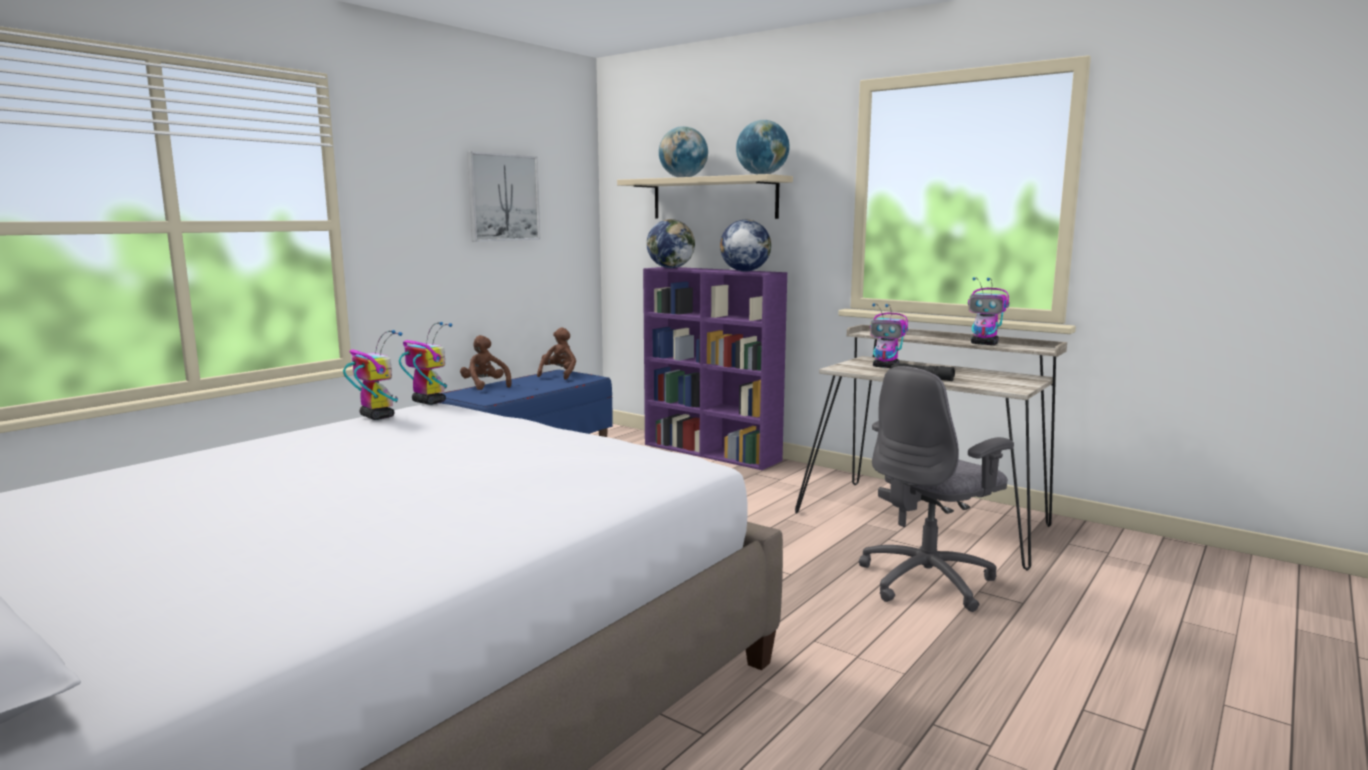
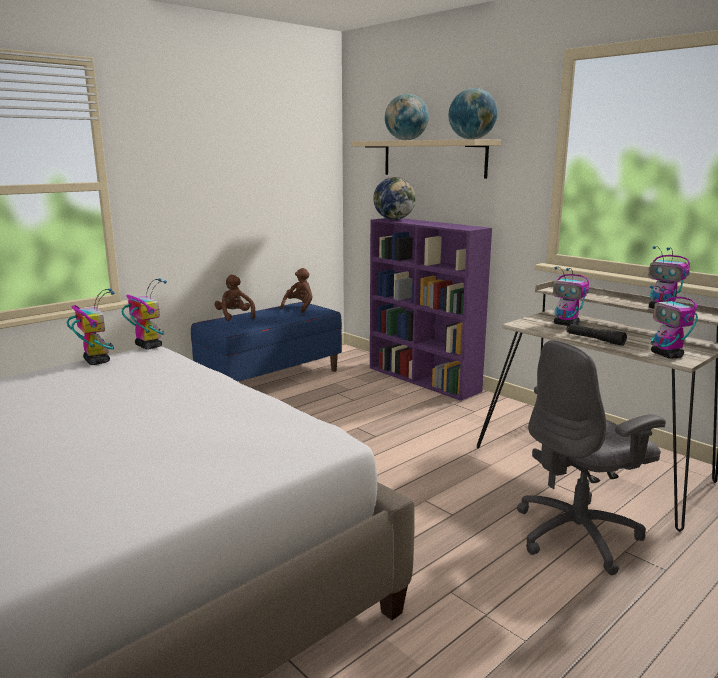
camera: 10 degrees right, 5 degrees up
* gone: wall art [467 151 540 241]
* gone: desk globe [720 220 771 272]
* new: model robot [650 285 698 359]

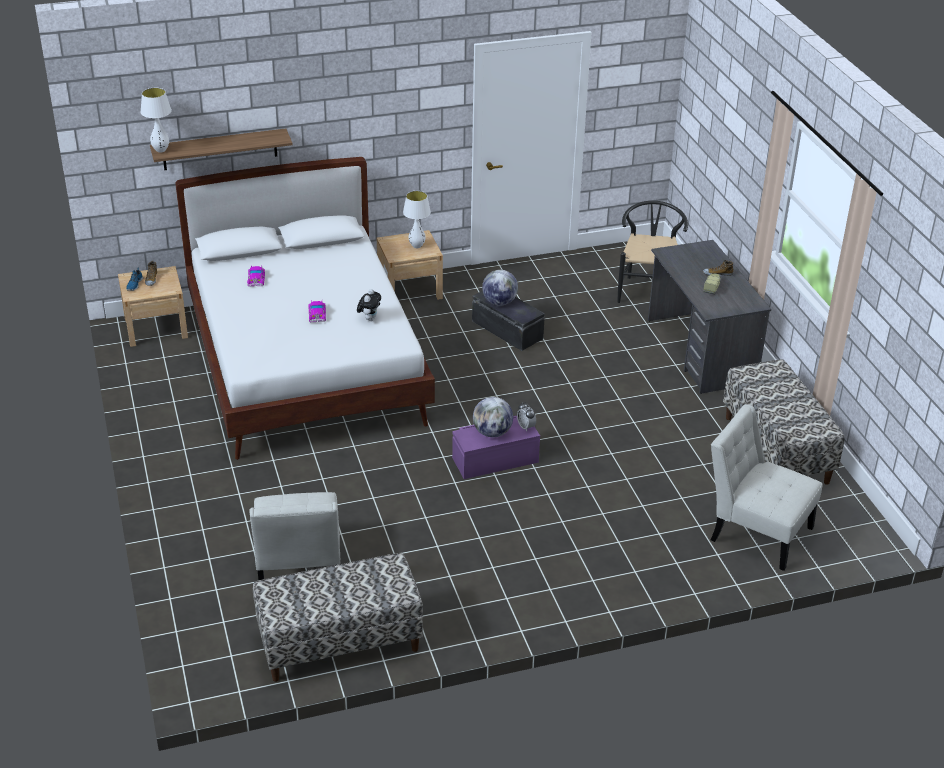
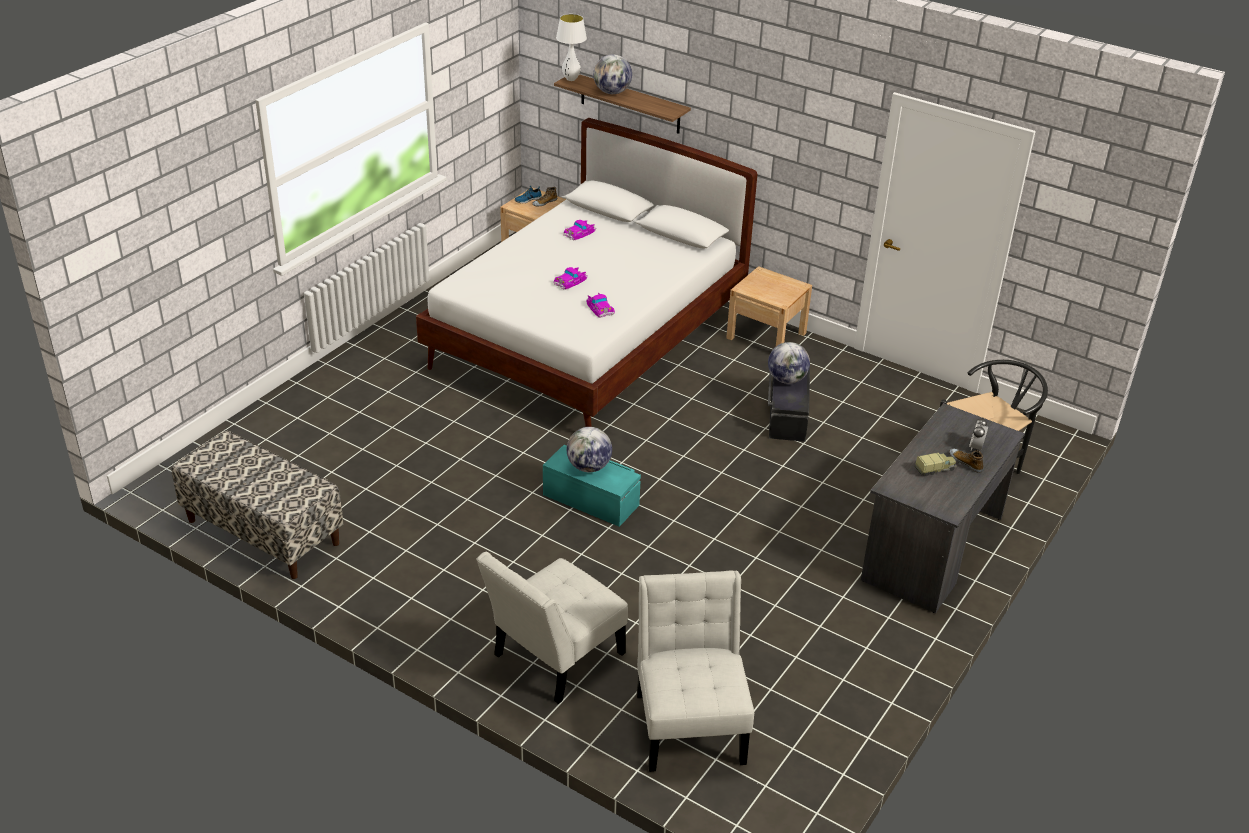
camera: 50 degrees right, 0 degrees up
* gone: lamp for a table (white-coloured) [403 191 431 248]
* swapped: soft toy [357 289 381 321] to model car [586 293 615 318]
* gone: bench [723 359 845 485]
* shifted: bedside clock [517 402 536 432] to [969 418 988 451]
* repainted: storage bin (purplish) [452 416 540 479] to storage bin (turquoise) [543 445 641 527]
* shifted: chair (white-coloured) [249 492 340 581] to [476 552 628 704]
* new: desk globe [593 54 632 94]

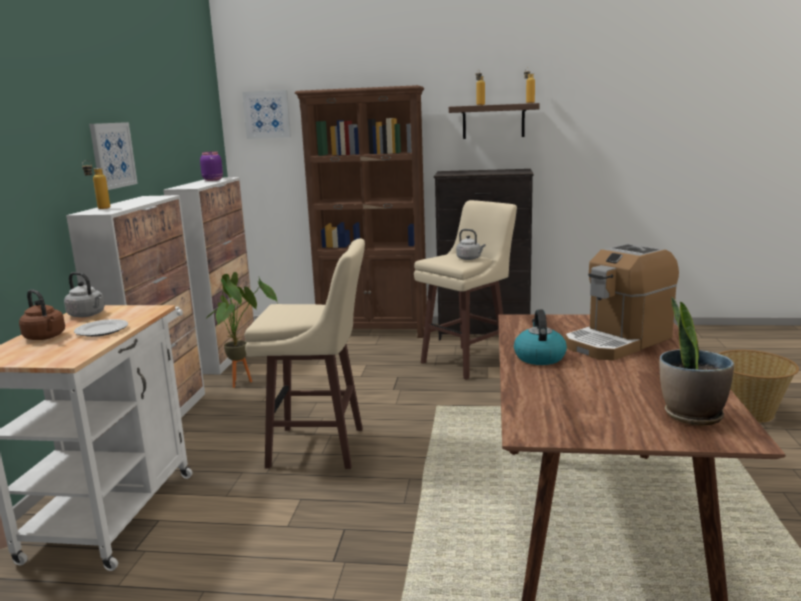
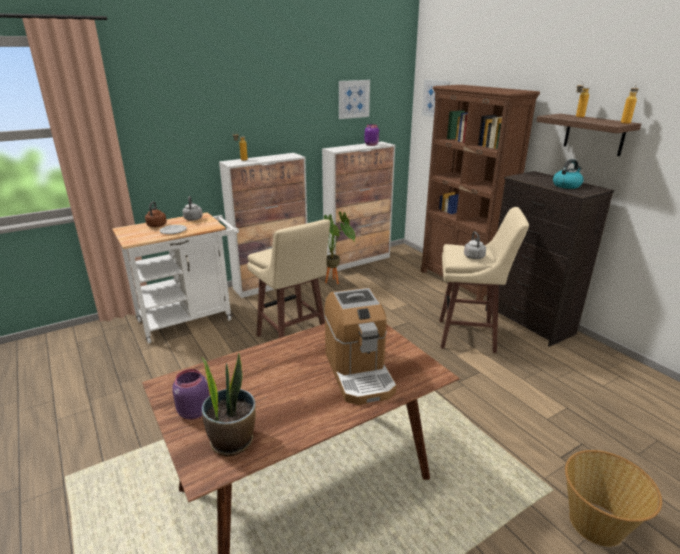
camera: 50 degrees right, 10 degrees up
* shifted: wall art [89 122 138 190] to [339 80 370 119]
* rotated: coffee brewer [565 243 679 361] = [324 288 396 405] 120 degrees counterclockwise
* shifted: tea kettle [514 310 567 365] to [553 159 584 189]
* new: preserve jar (purplish) [172 369 209 420]

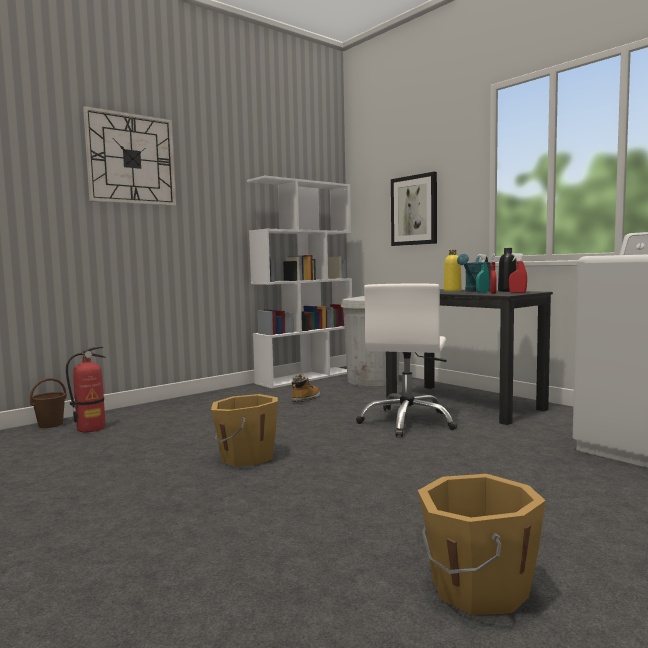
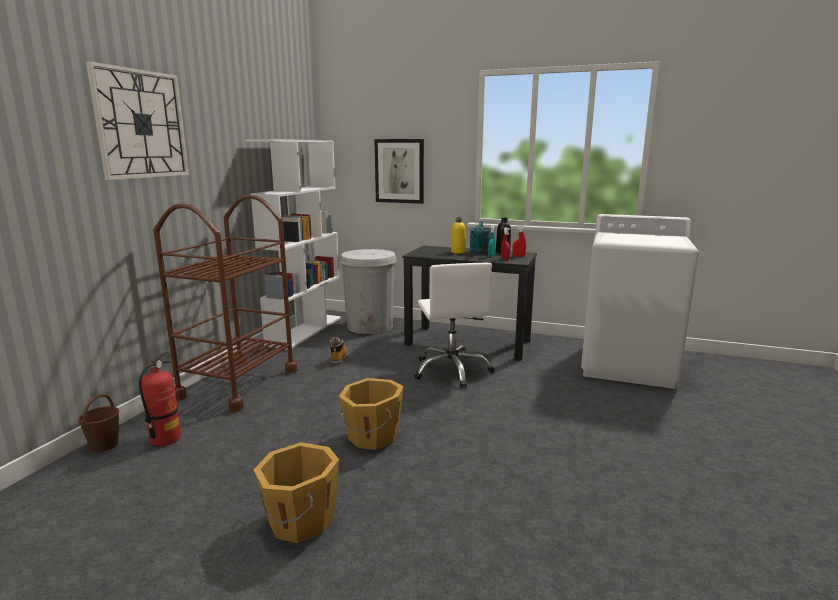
camera: 30 degrees left, 10 degrees up
* shifted: pail (orange-coloured) [418 474 546 615] to [254 442 339 543]
* new: cart (brown-coloured) [154 194 297 412]

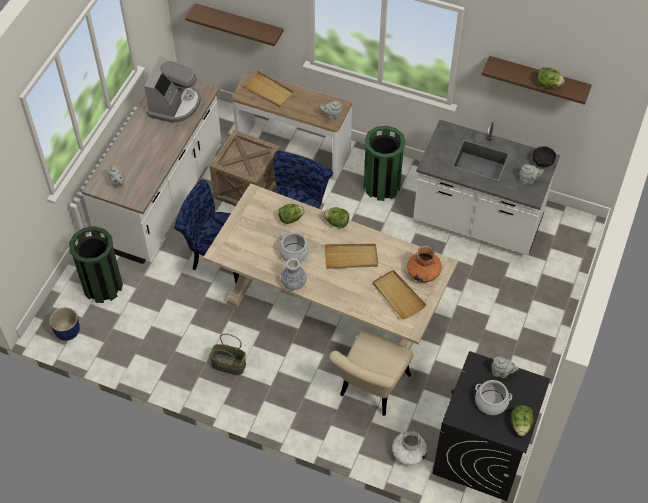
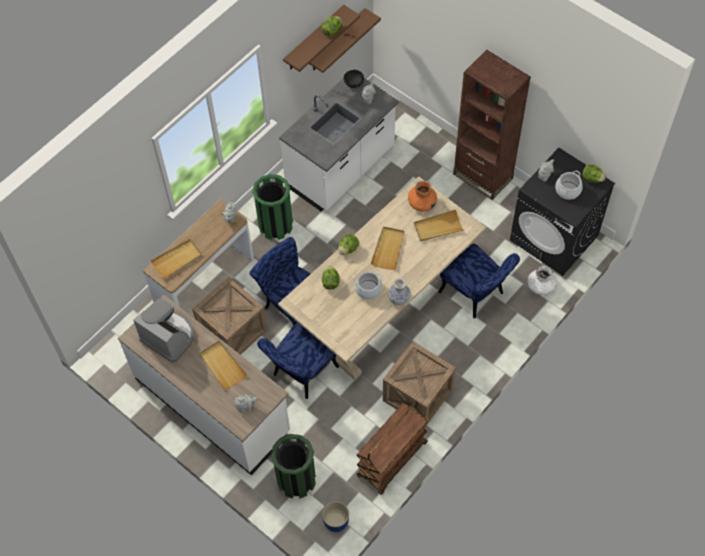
camera: 70 degrees left, 5 degrees up
* shifted: shelf (brown-coloured) [185 3 284 46] to [309 8 381 73]
* repainted: chair (sand-coloured) [329 329 414 416] to chair (blue-coloured) [438 243 520 318]
* swapped: household basket [209 334 246 375] to packing crate [383 341 456 427]
* new: shelving unit (brown-coloured) [453 50 531 200]
* new: tray (sand-coloured) [200 341 247 390]
* new: cart (brown-coloured) [357 401 428 495]

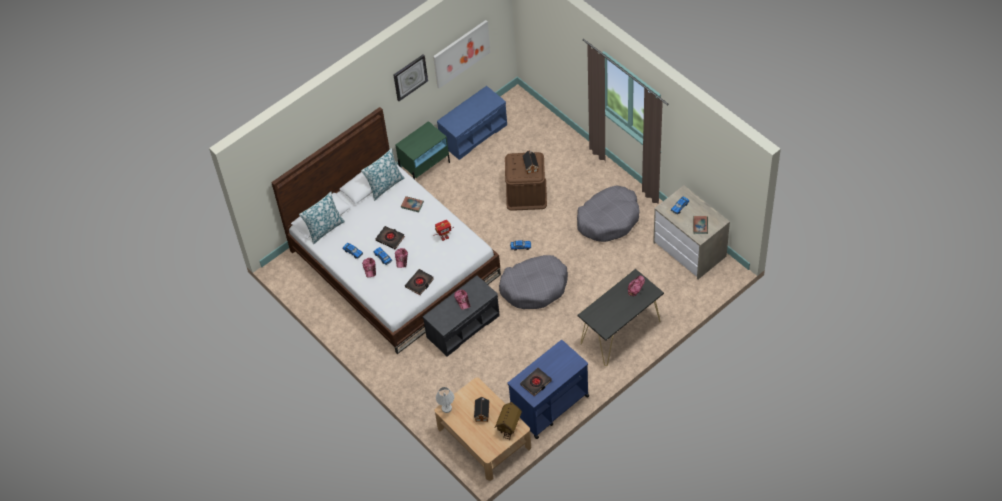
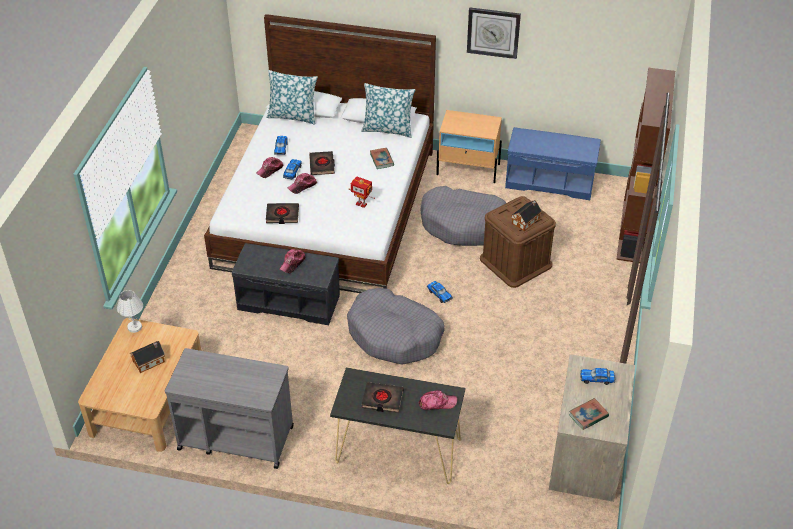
camera: 50 degrees right, 10 degrees down
* gone: wall art [433 20 491 88]
* repainted: nightstand (green-coloured) [395 121 450 180] to nightstand (sand-coloured) [436 110 502 183]
* shifted: dog bed (greyish) [577 185 640 242] to [421 186 506 246]
* repainted: cart (blue-coloured) [508 340 589 439] to cart (greyish) [165 348 294 469]
* shifted: volume (black) [520 368 552 397] to [362 382 404 413]
* gone: model house [495 402 522 440]
* new: shelving unit (brown-coloured) [616 68 675 263]

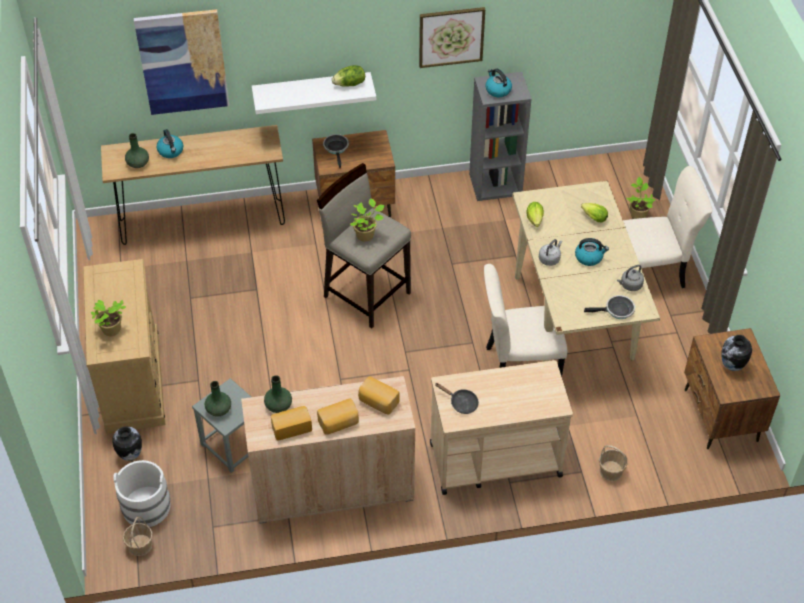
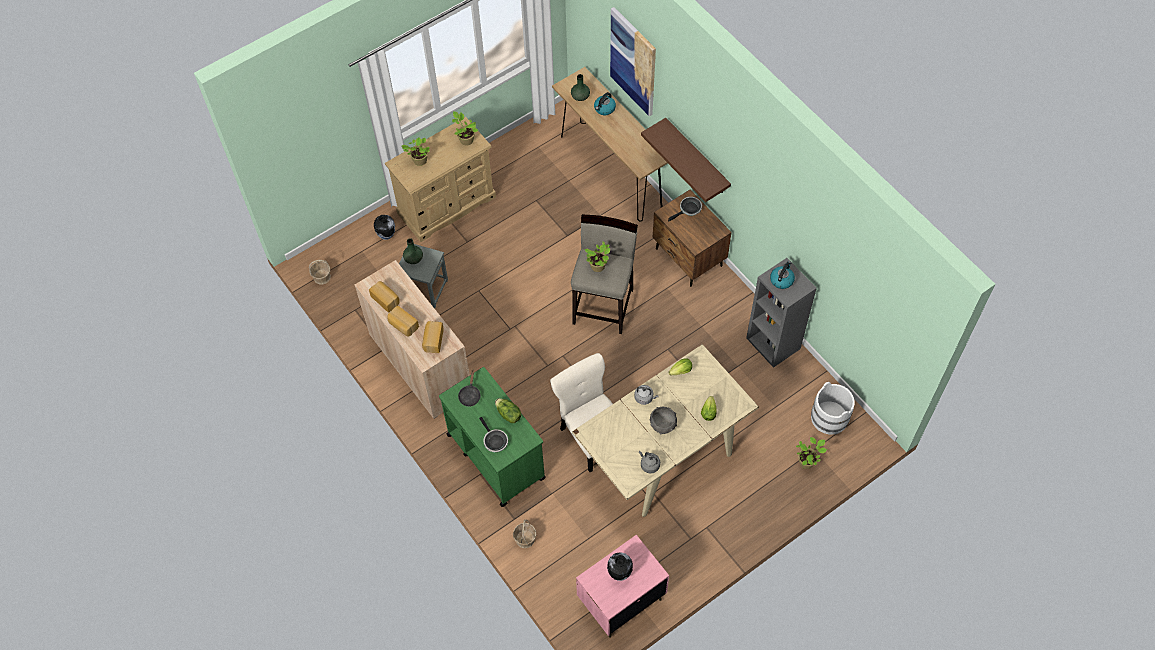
camera: 65 degrees right, 10 degrees up
* gone: wall art [419 7 485 68]
* shifted: head of lettuce [332 65 365 87] to [495 398 521 423]
* repainted: shelf (white-coloured) [252 72 376 114] to shelf (brown-coloured) [641 118 731 202]
* gone: chair (sand-coloured) [623 166 713 288]
* swapped: tea kettle [575 238 609 266] to deep dish (greyish) [650 407 677 434]
* shifted: frying pan [584 295 635 319] to [479 417 508 452]
* repainted: nightstand (brown-coloured) [684 328 780 449] to nightstand (pinkish) [576 535 669 638]
* repainted: cart (sand-coloured) [430 360 573 495] to cart (green-coloured) [439 367 545 507]
* gone: vase (green-coloured) [264 375 292 413]
* shifted: pail (white-coloured) [113 460 171 527] to [811 382 855 435]
* new: potted plant [452 111 478 146]

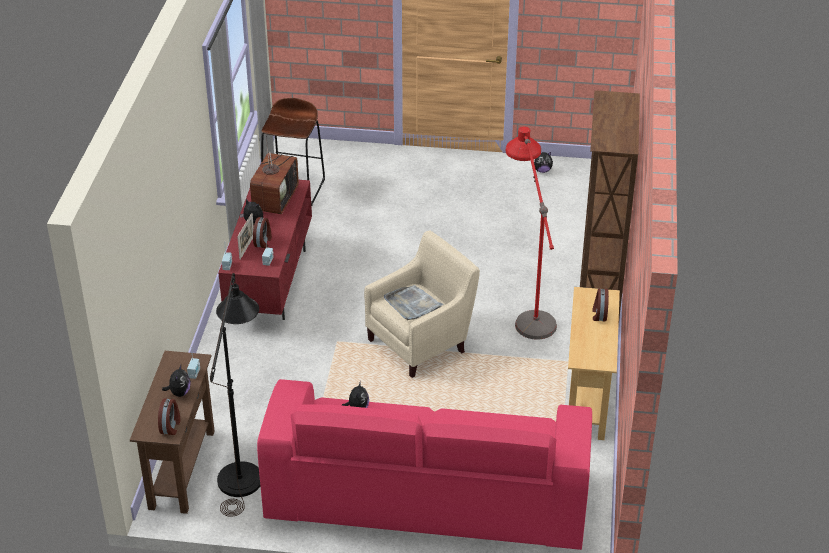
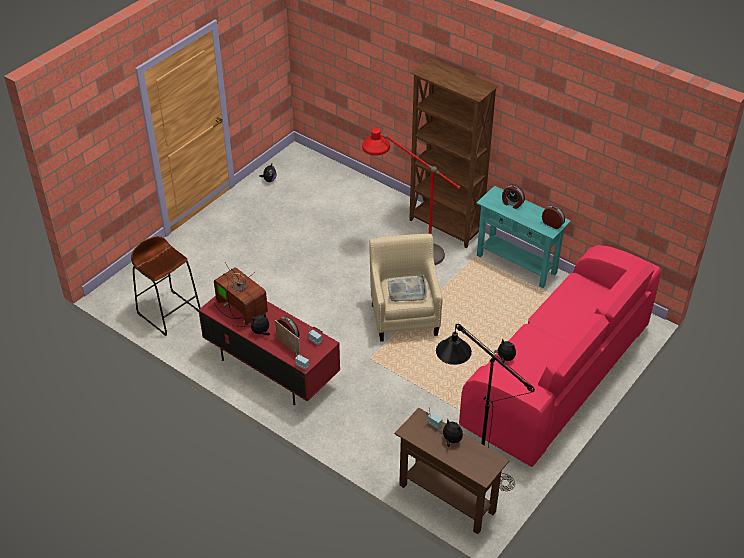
camera: 60 degrees left, 5 degrees up
* repainted: hall table (sand-coloured) [568 287 620 440] to hall table (turquoise) [476 186 571 288]
* shifted: bedside clock [158 398 181 435] to [542 205 565 229]

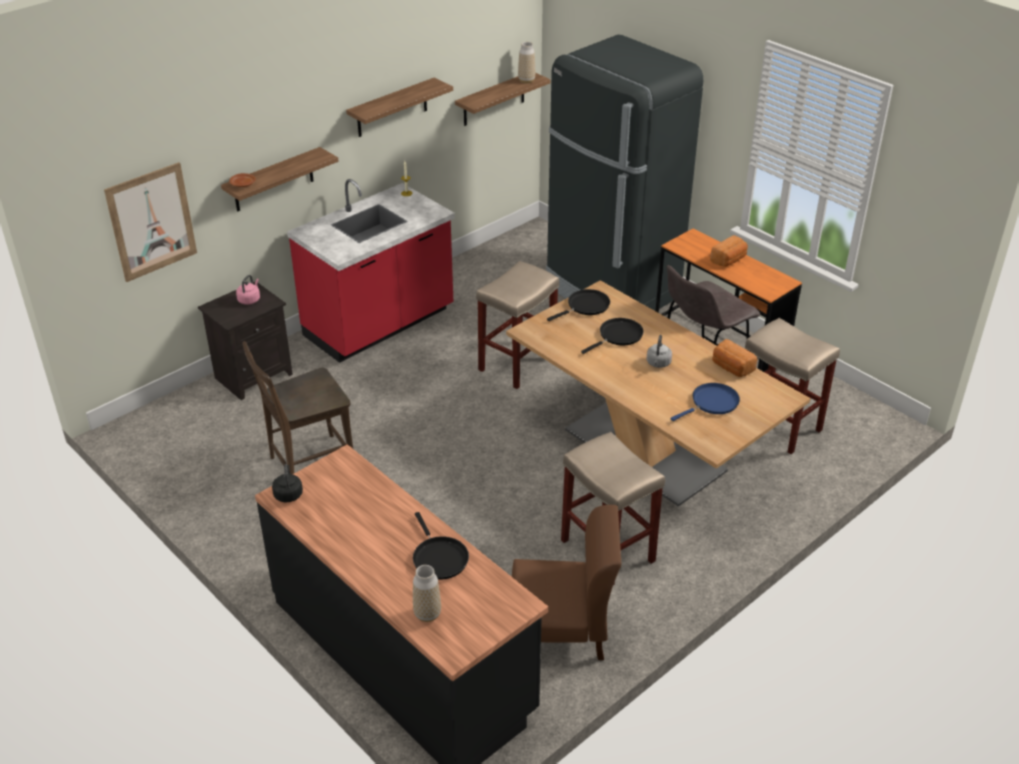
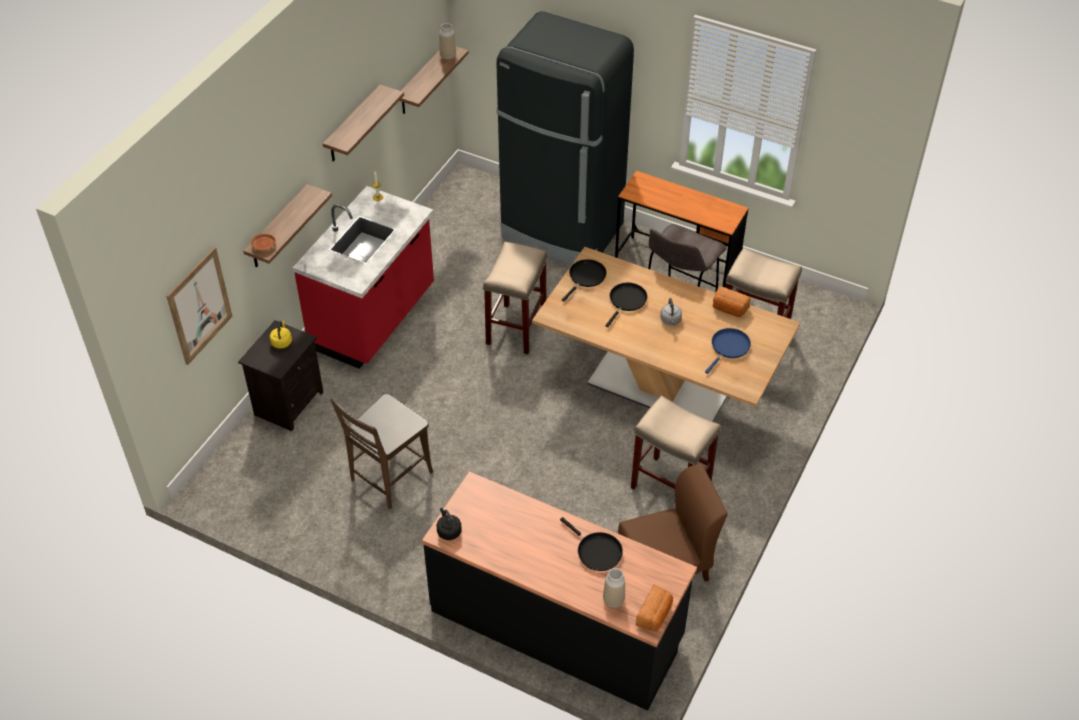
camera: 20 degrees left, 10 degrees up
* shifted: bread [710 235 748 267] to [636 585 673 631]
* repainted: tea kettle (pinkish) [236 275 260 305] to tea kettle (yellow-coloured) [270 321 292 349]

